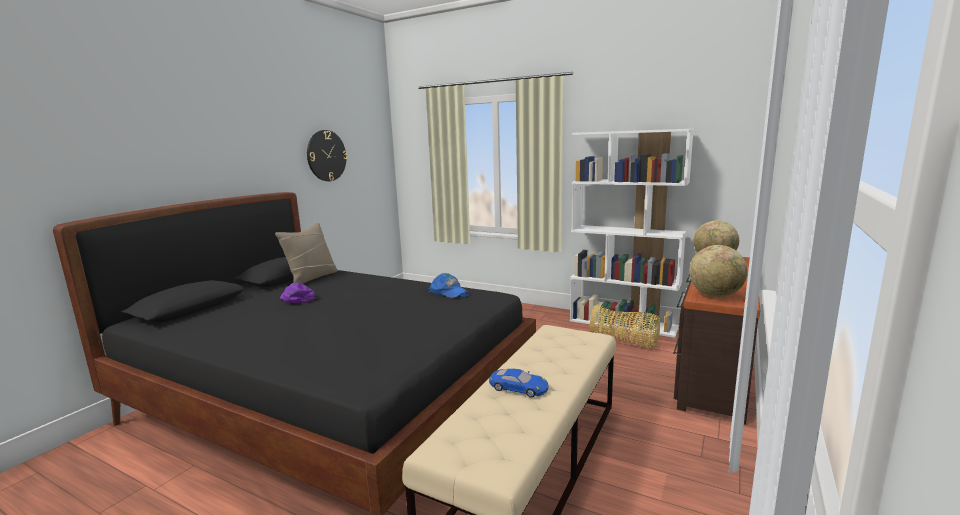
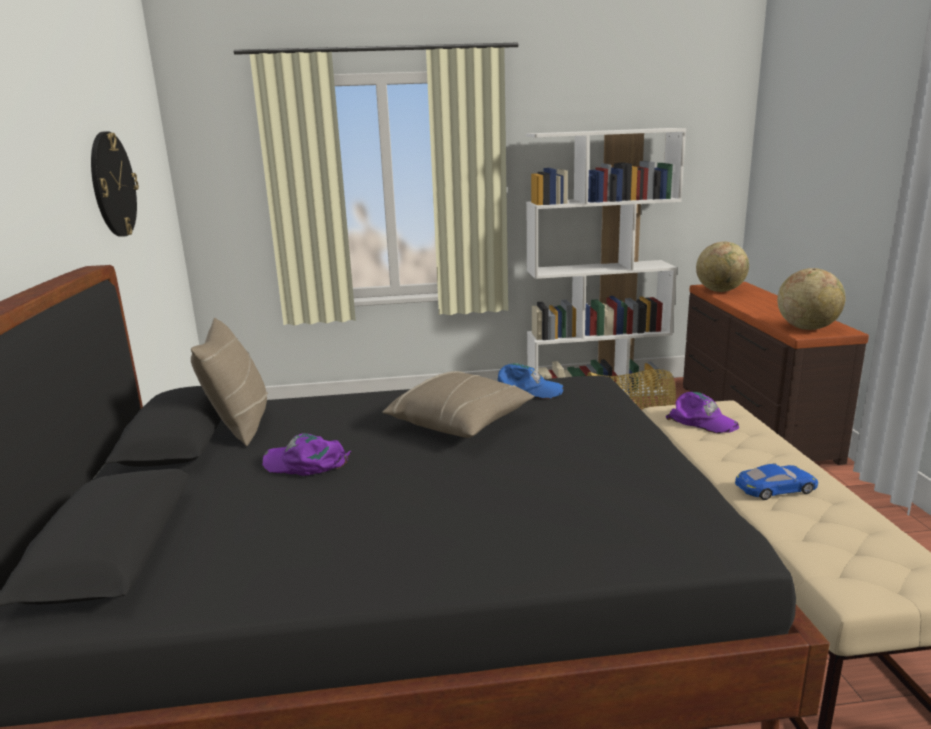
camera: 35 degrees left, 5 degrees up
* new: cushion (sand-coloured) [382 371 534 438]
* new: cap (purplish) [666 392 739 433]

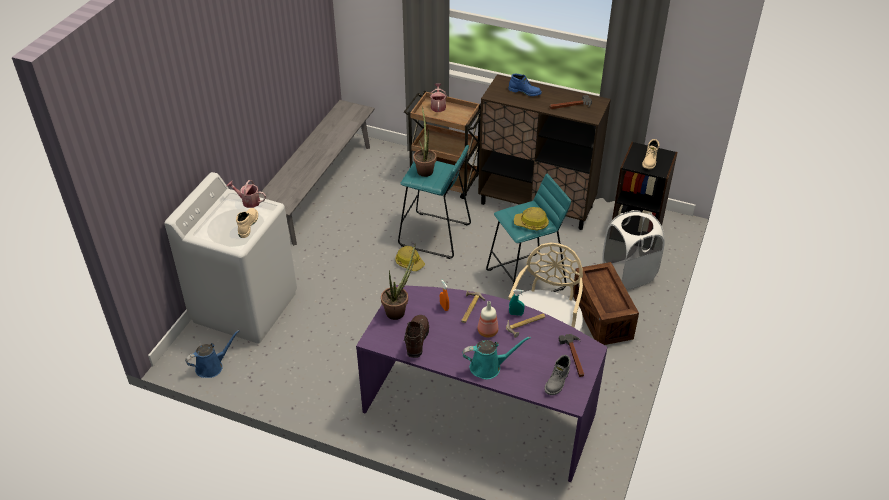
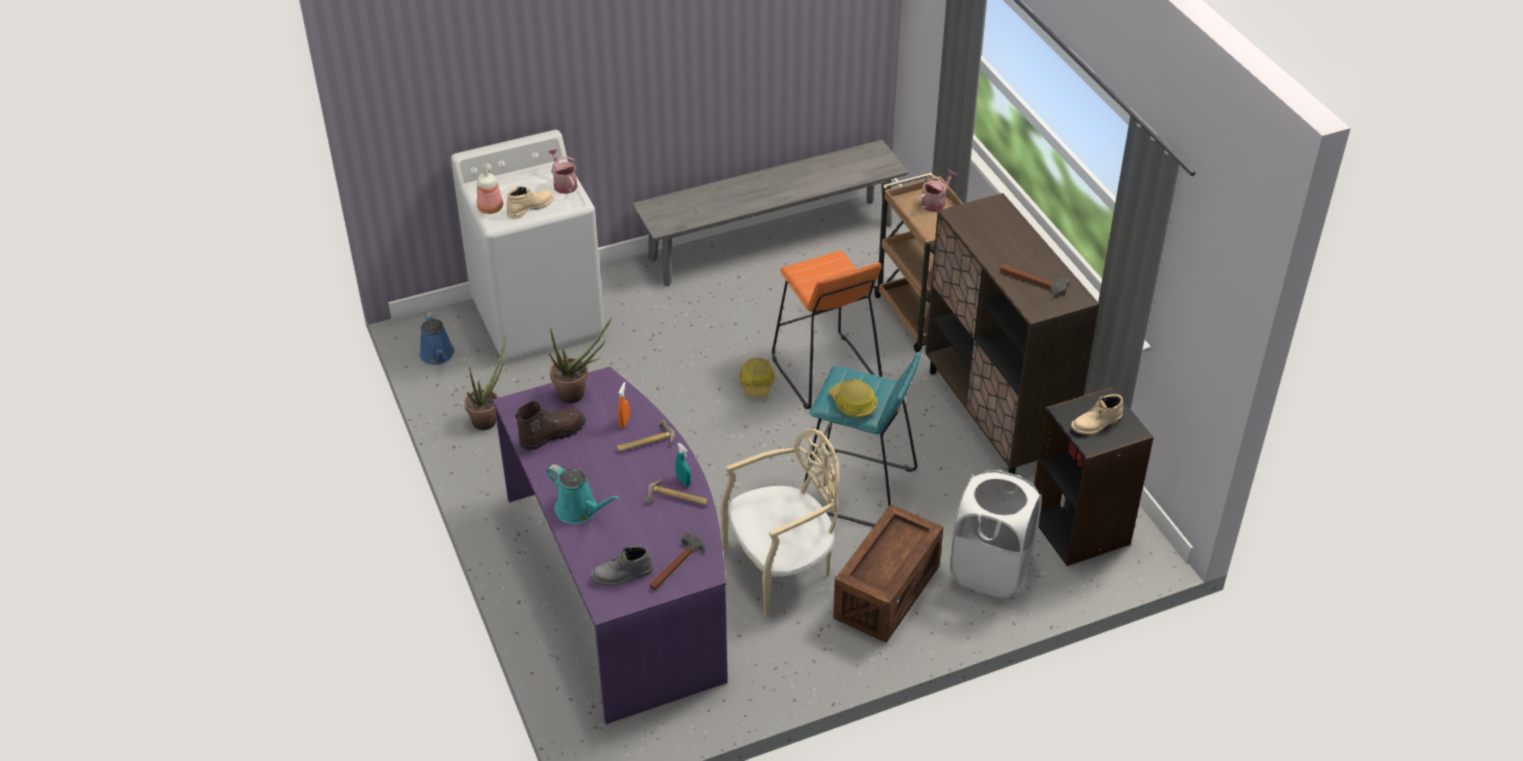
camera: 45 degrees right, 0 degrees up
* gone: boot (blue-coloured) [509 74 542 96]
* shifted: potted plant [413 107 437 177] to [464 335 506 430]
* repainted: sitting stool (turquoise) [398 145 471 259] to sitting stool (orange-coloured) [772 251 882 409]
* shifted: bottle [478 301 498 338] to [477 164 503 214]
* rotated: watering can (blue-coloured) [185 330 240 378] = [420 312 455 365] 60 degrees clockwise

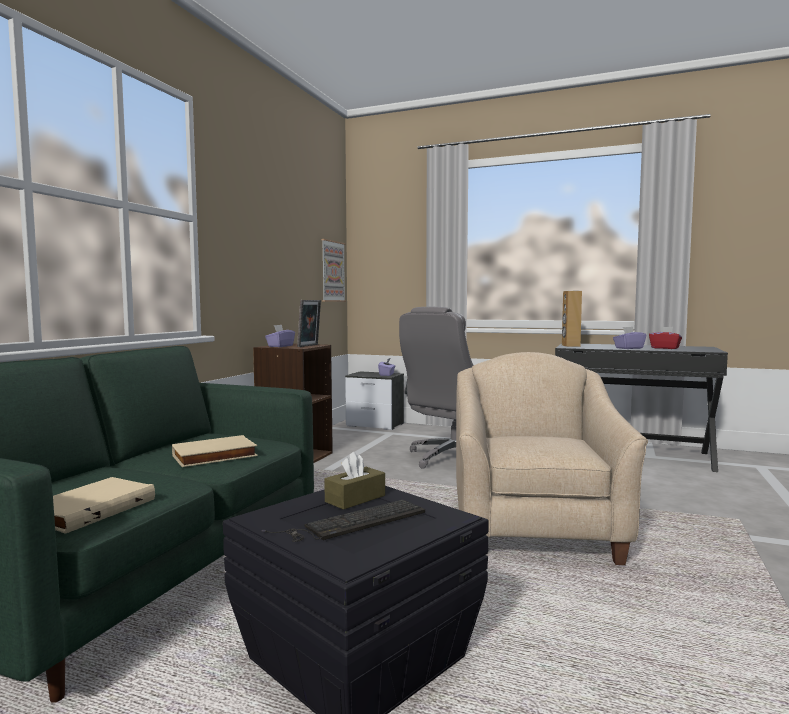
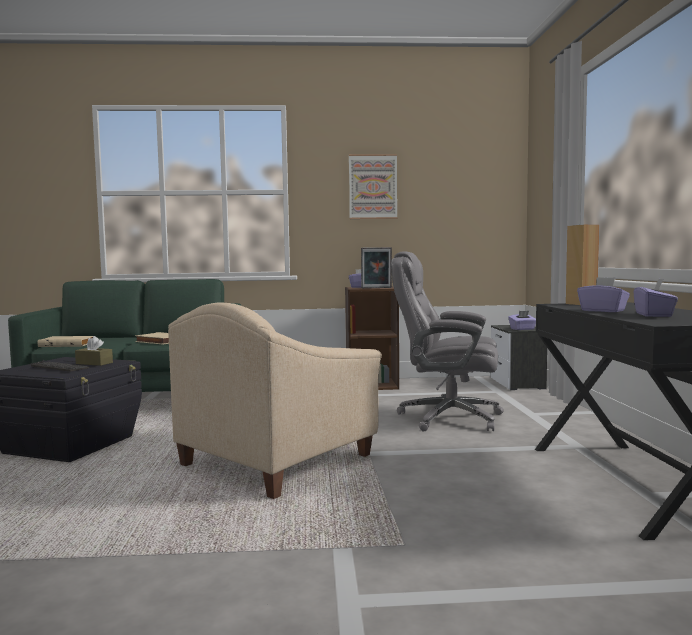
camera: 65 degrees right, 0 degrees up
* shifted: wall art [321 239 346 302] to [349 154 397 219]
* repainted: box of tissues (red) [649 327 682 349] to box of tissues (purplish) [633 279 678 317]
* rotated: easy chair (sand-coloured) [456 352 648 565] = [168 302 382 499] 150 degrees clockwise

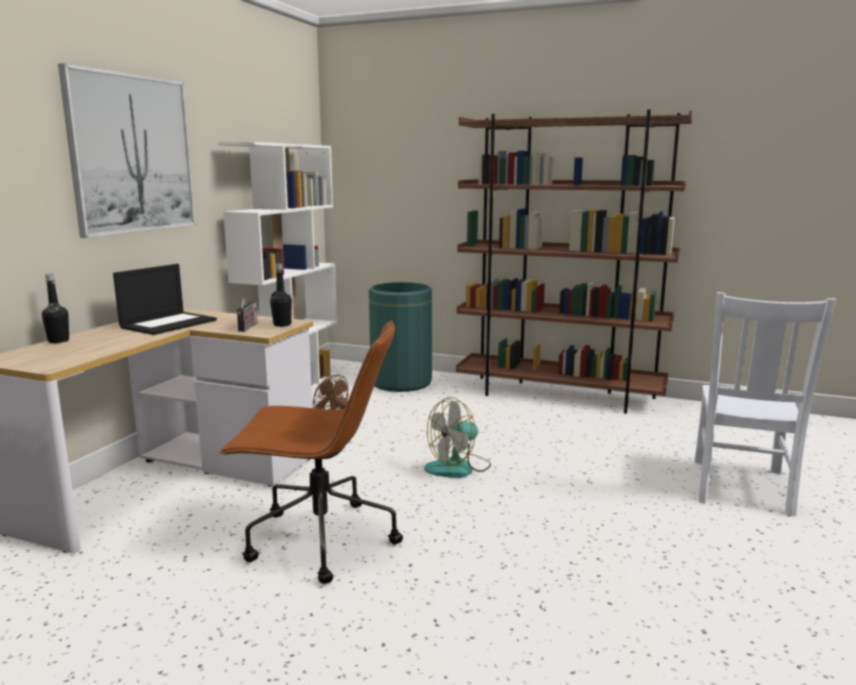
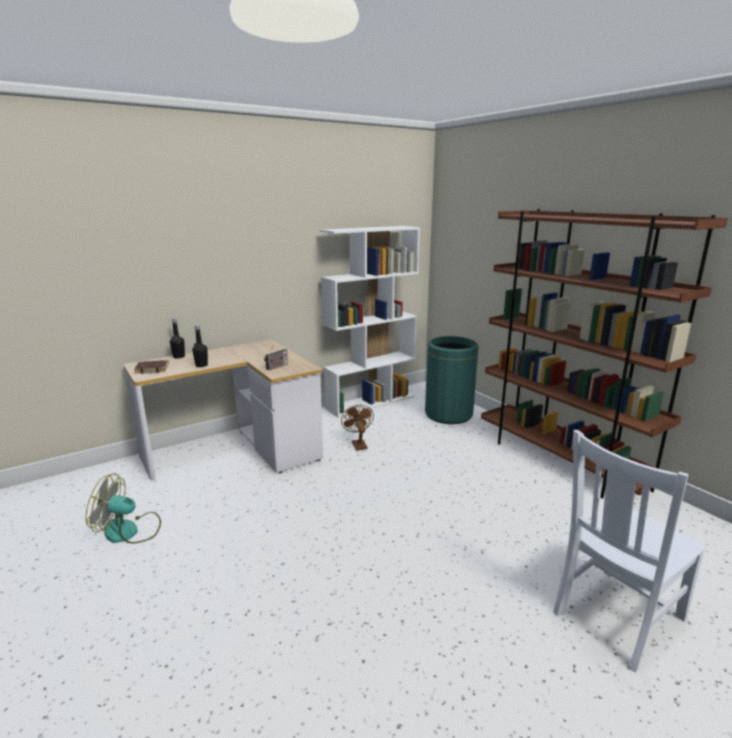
camera: 35 degrees right, 5 degrees up
* gone: wall art [58 63 196 238]
* gone: portable computer [113 264 217 335]
* shifted: bottle (black) [270 264 292 327] to [192 325 208 367]
* gone: desk chair (brown-coloured) [219 320 403 584]
* shifted: cooling fan [424 397 491 478] to [86 473 161 544]
* new: volume (brown-coloured) [134 360 169 374]

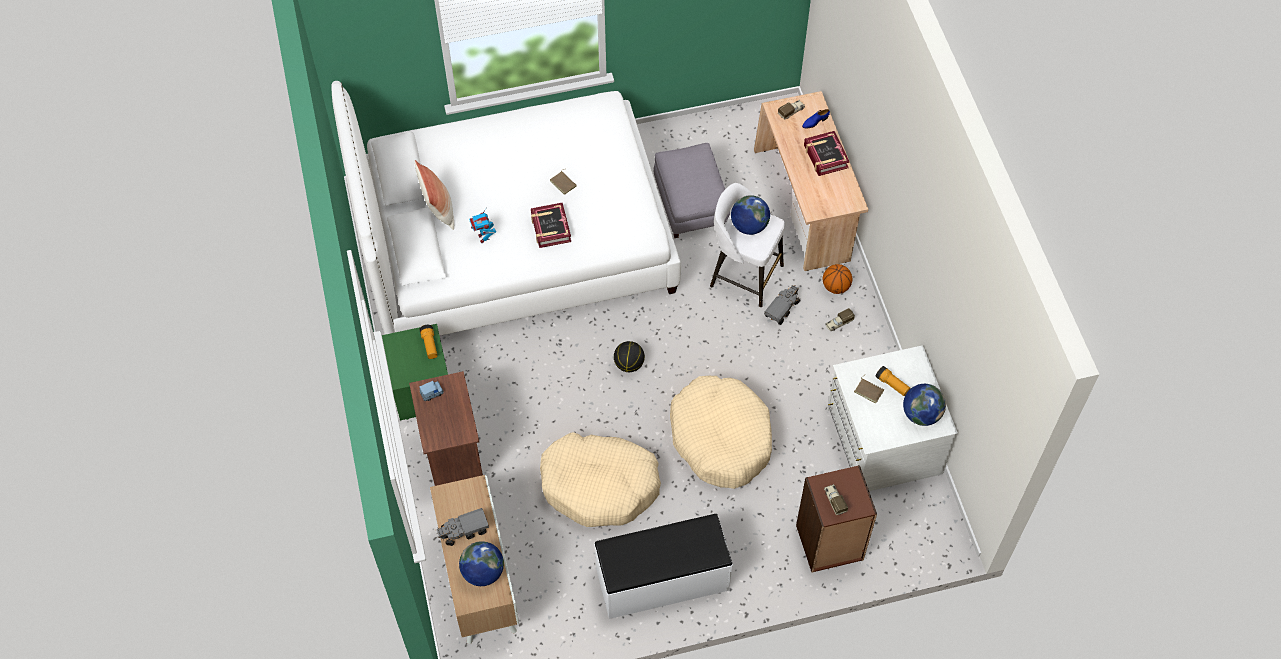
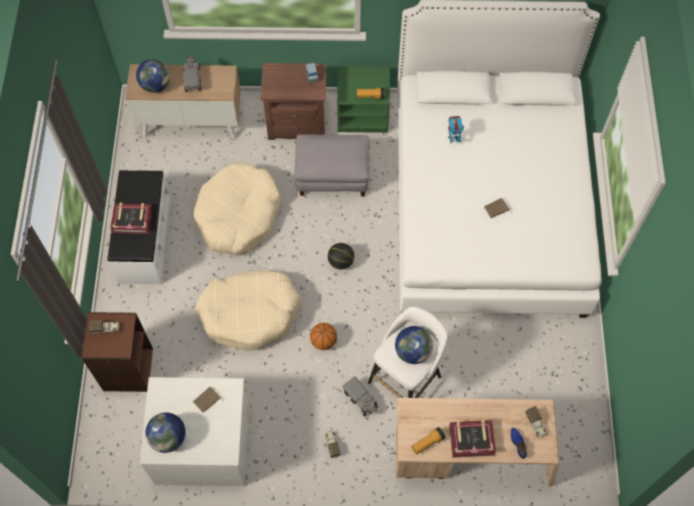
camera: 105 degrees right, 5 degrees up
* shifted: pouffe (greyish) [654 143 730 238] to [295 134 369 196]
* gone: cushion [415 160 454 230]
* shifted: volume [531 203 571 248] to [110 203 152 234]
* shifted: ball for basketball [823 264 852 294] to [310 323 337 350]
* shifted: flashlight [875 366 910 396] to [411 427 446 454]

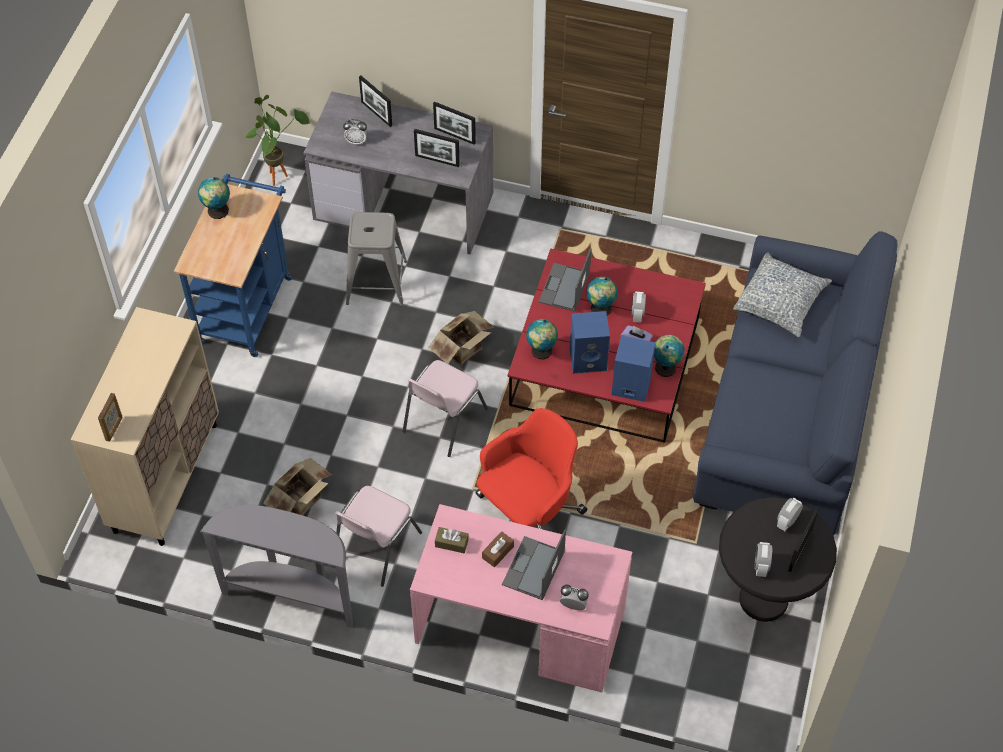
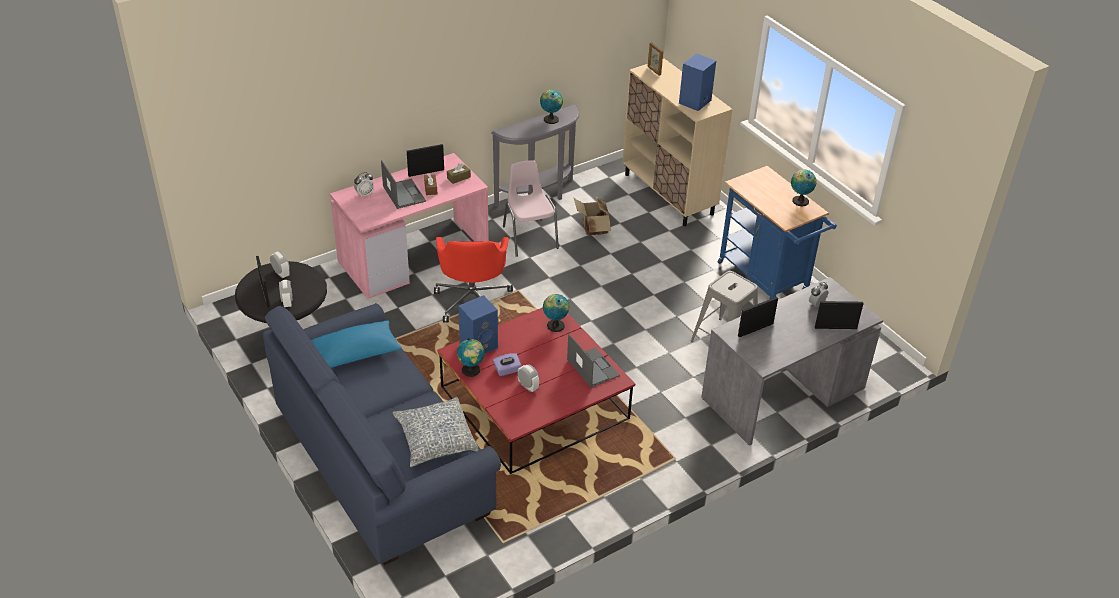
camera: 130 degrees right, 15 degrees down
* gone: potted plant [245 95 310 186]
* shifted: standing frame [433 102 476 145] to [407 144 444 177]
* shifted: desk globe [586 277 618 315] to [540 90 563 124]
* gone: packing box [428 311 495 365]
* shifted: loudspeaker (blue-coloured) [570 311 610 374] to [679 54 716 111]
* gone: chair (pinkish) [403 360 488 457]
* new: cushion (blue-coloured) [311 321 402 368]

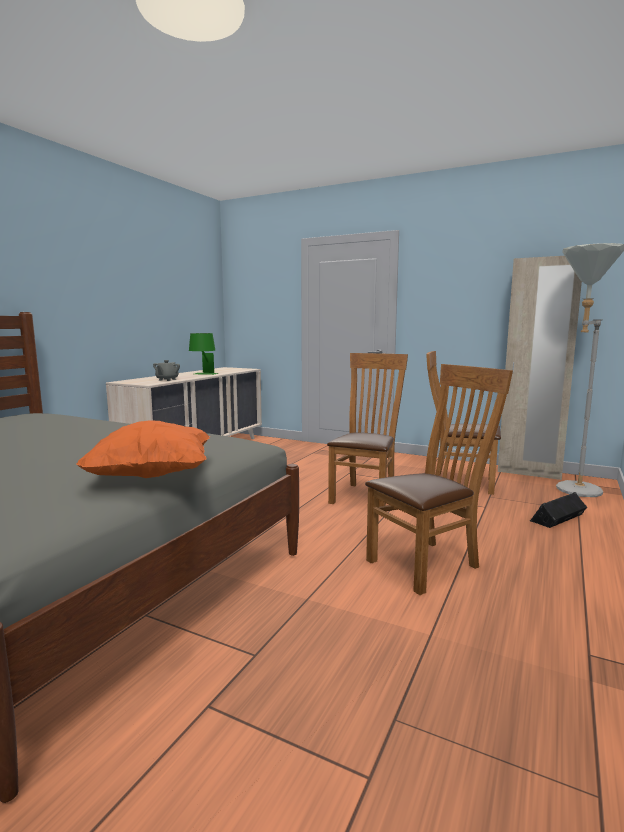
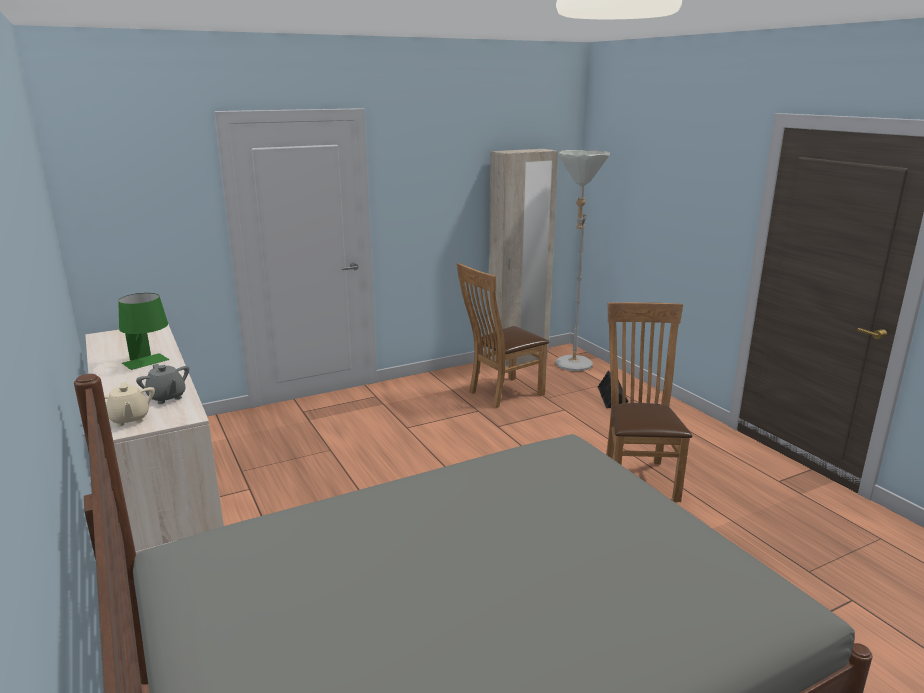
camera: 55 degrees left, 10 degrees up
* gone: chair (brown-coloured) [327 353 408 507]
* gone: cushion (orange-coloured) [76 421 210 478]
* new: teapot (sand-coloured) [104 382 155 427]

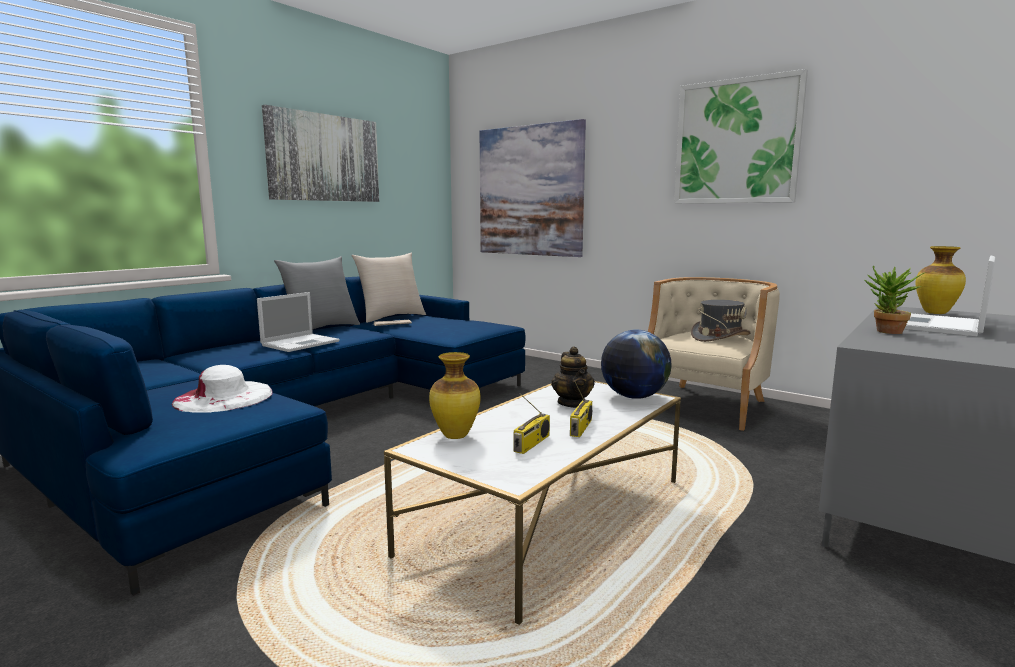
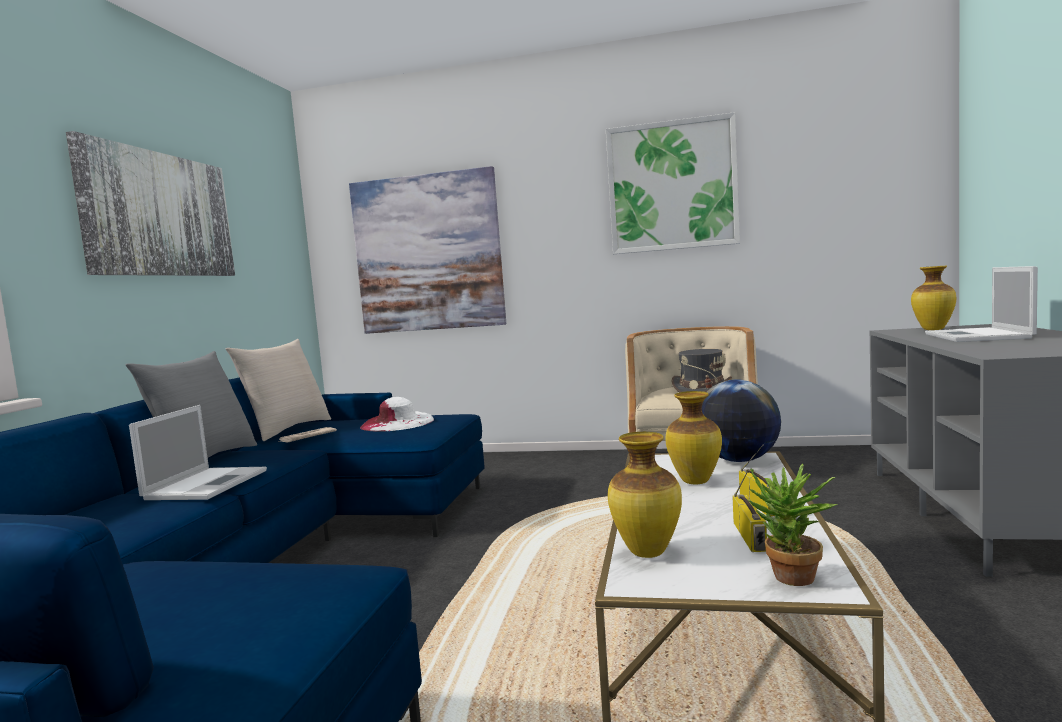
camera: 25 degrees left, 5 degrees down
* shifted: potted plant [864 266 924 334] to [748 464 838 586]
* swapped: teapot [551 346 595 408] to vase [665 391 722 484]
* shifted: clothing hat (white-coloured) [172 365 272 413] to [360 397 434 432]

